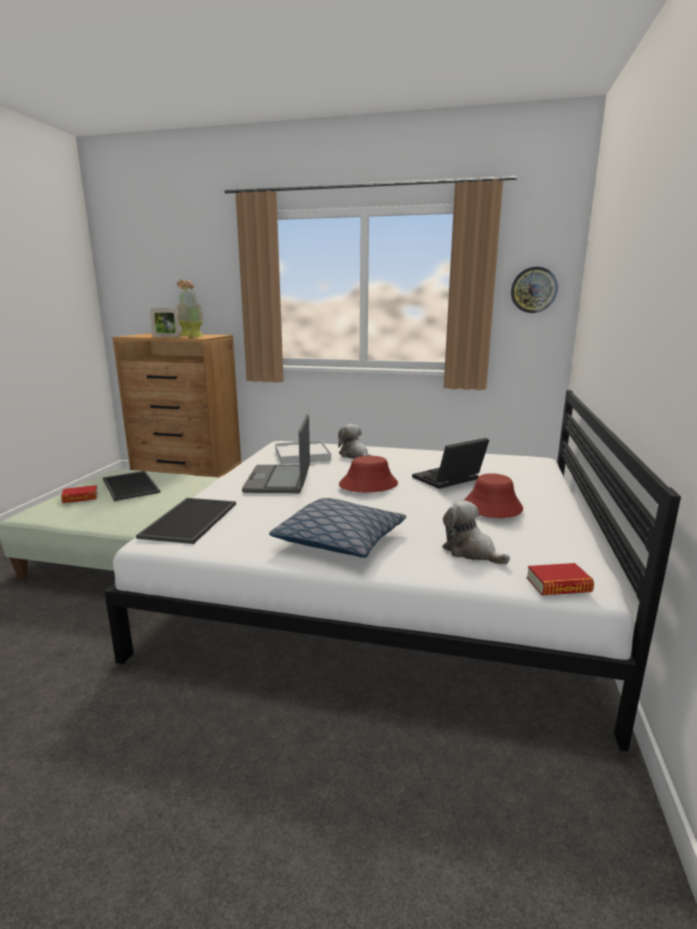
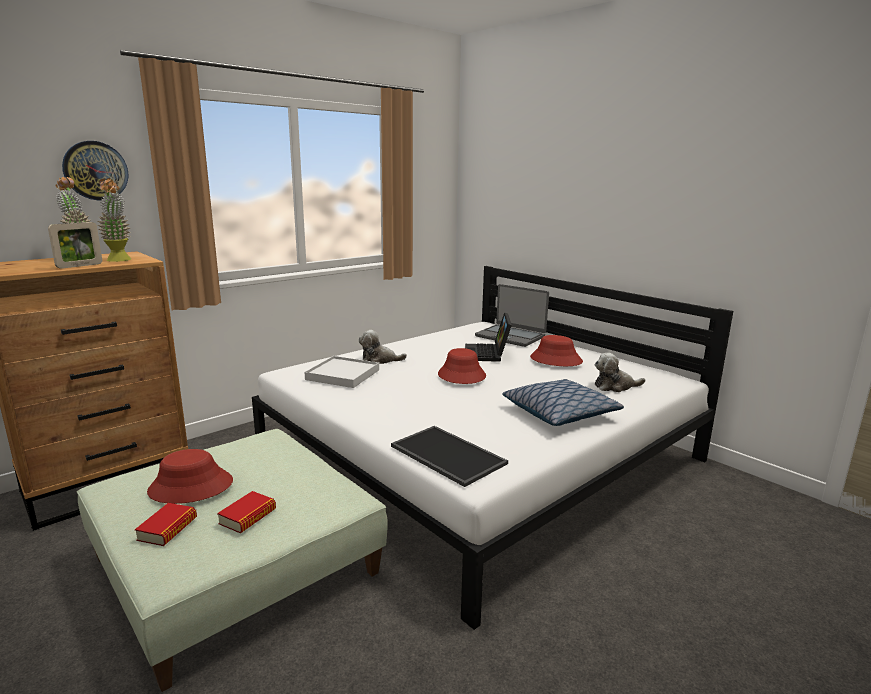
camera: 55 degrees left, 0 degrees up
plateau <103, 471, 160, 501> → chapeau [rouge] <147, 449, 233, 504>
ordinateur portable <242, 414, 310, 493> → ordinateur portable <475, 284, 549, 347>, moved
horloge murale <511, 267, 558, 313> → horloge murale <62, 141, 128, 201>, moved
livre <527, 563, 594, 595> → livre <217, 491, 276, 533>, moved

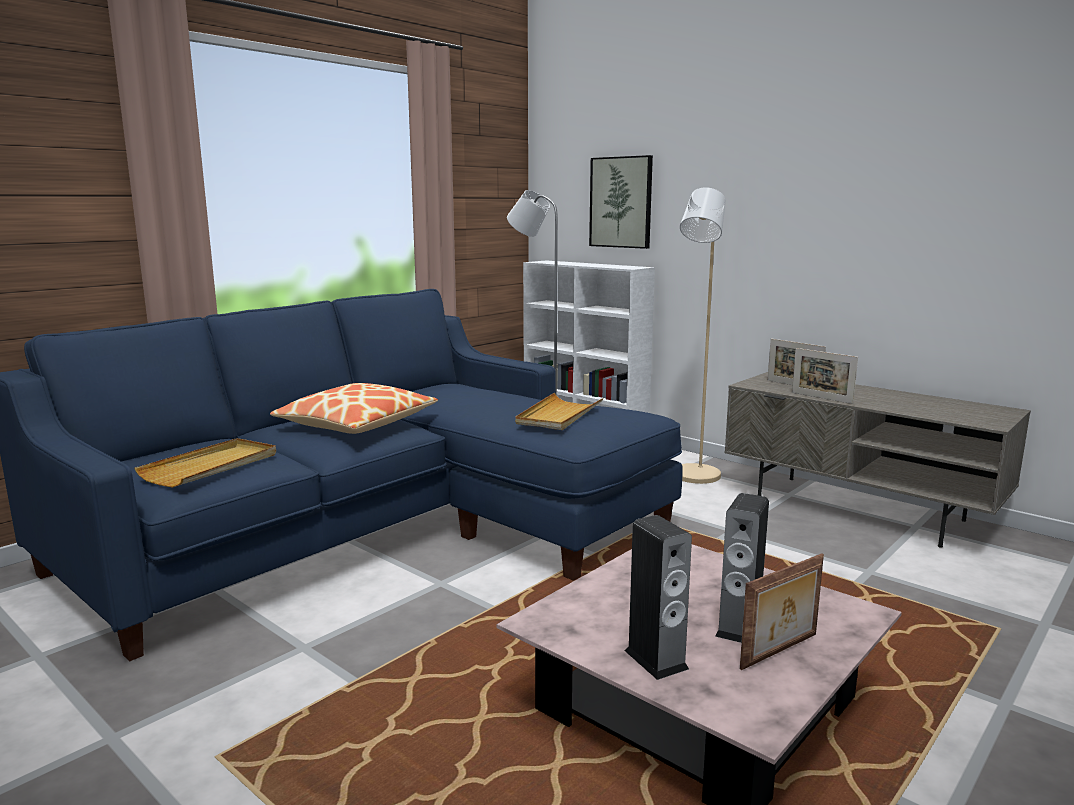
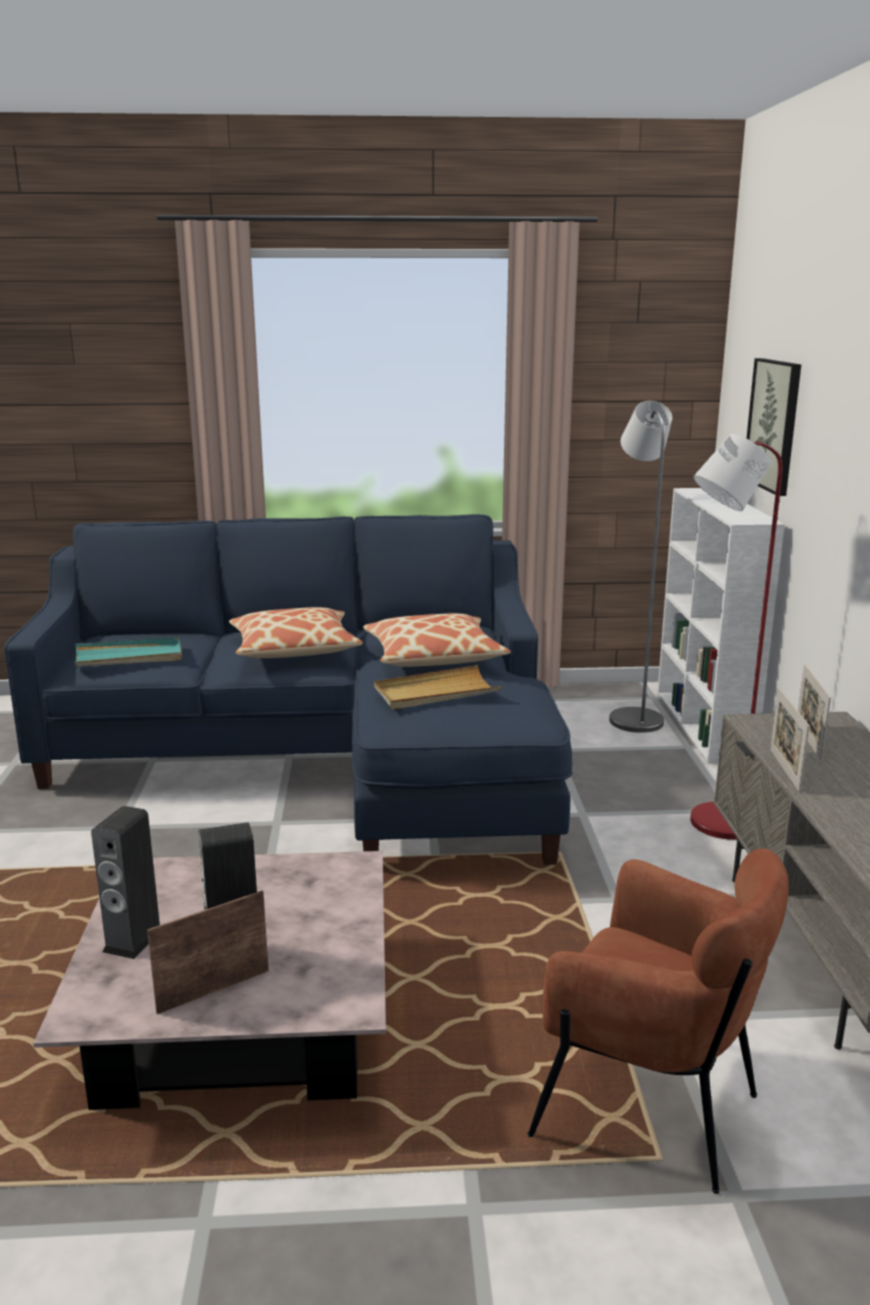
camera: 45 degrees right, 5 degrees up
plateau [beige] <134, 438, 276, 488> → plateau [turquoise] <74, 637, 182, 667>
lampadaire [beige] <680, 187, 726, 484> → lampadaire [rouge] <690, 434, 782, 840>
cadre photo <740, 553, 824, 670> → cadre photo <147, 890, 269, 1014>, 135 degrees clockwise
- → coussin <363, 613, 511, 667>
- → fauteuil [marron] <527, 848, 789, 1194>

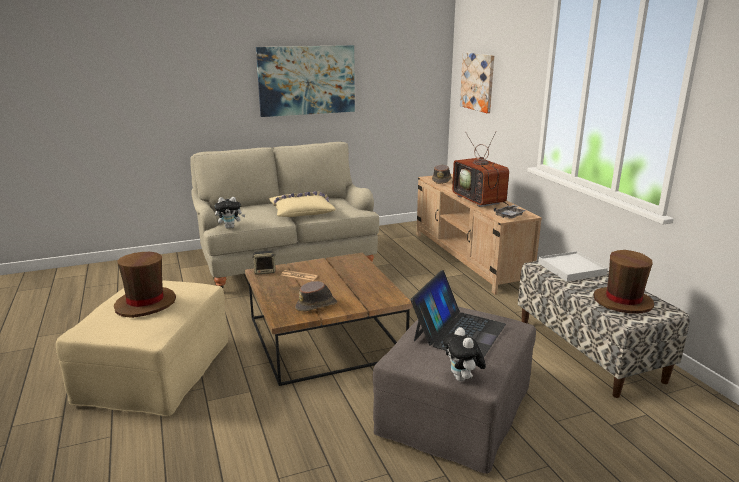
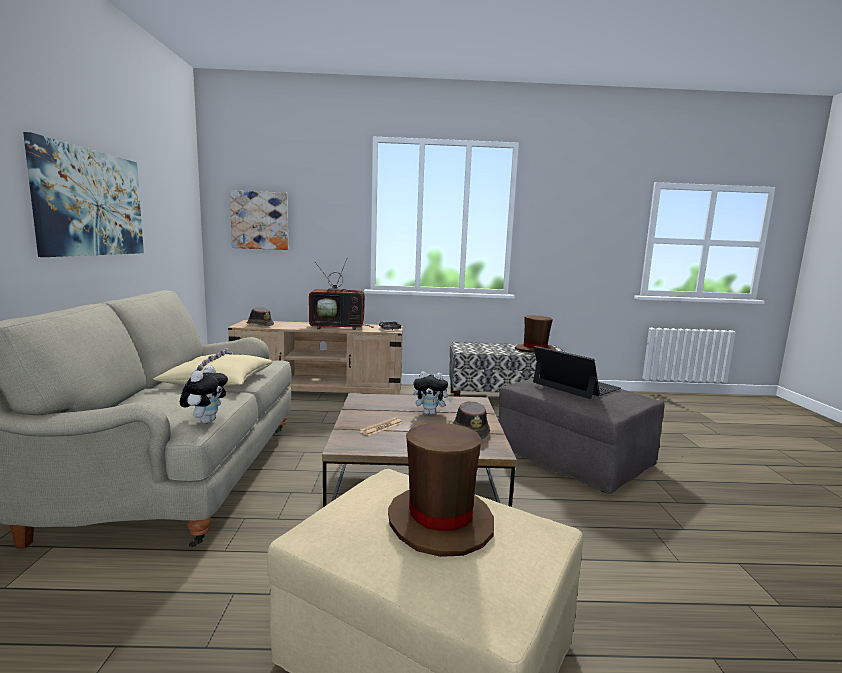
camera: 70 degrees left, 10 degrees down
enceinte <252, 251, 276, 275> → -
peluche <443, 327, 486, 382> → peluche <413, 371, 452, 415>, moved
plateau [blanc] <538, 251, 608, 282> → -

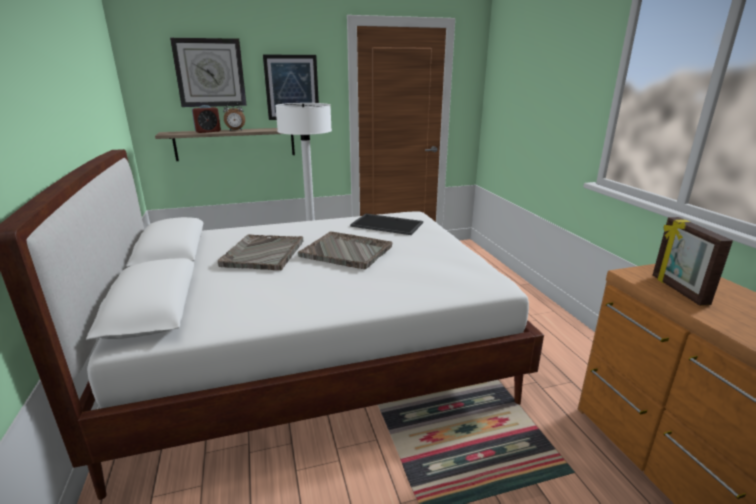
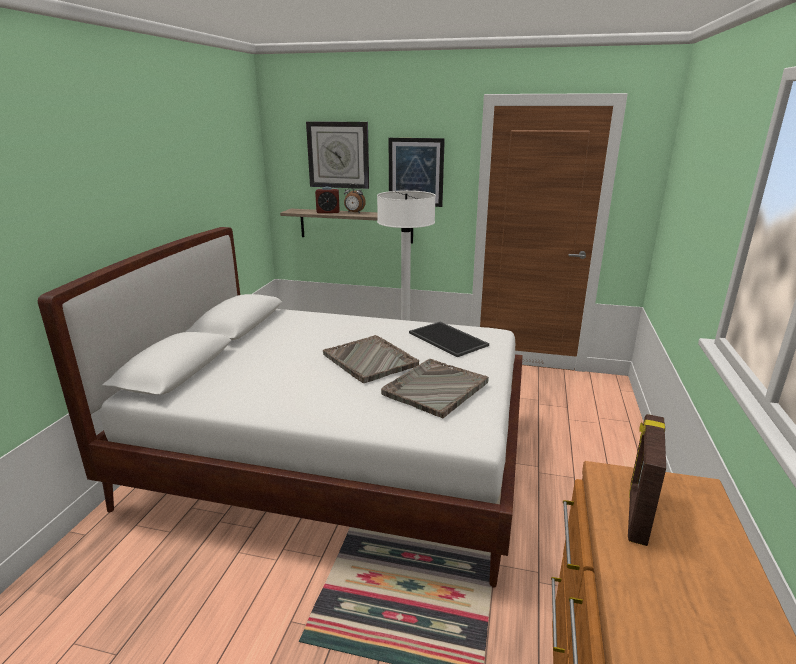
camera: 30 degrees right, 0 degrees up
plateau [gris] <218, 234, 303, 271> → plateau [gris] <381, 359, 489, 419>, moved

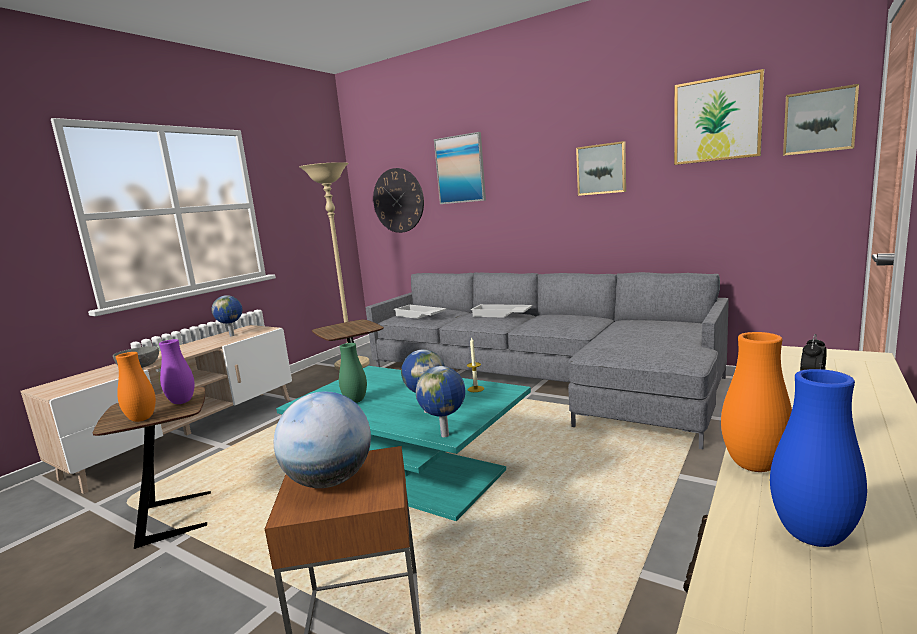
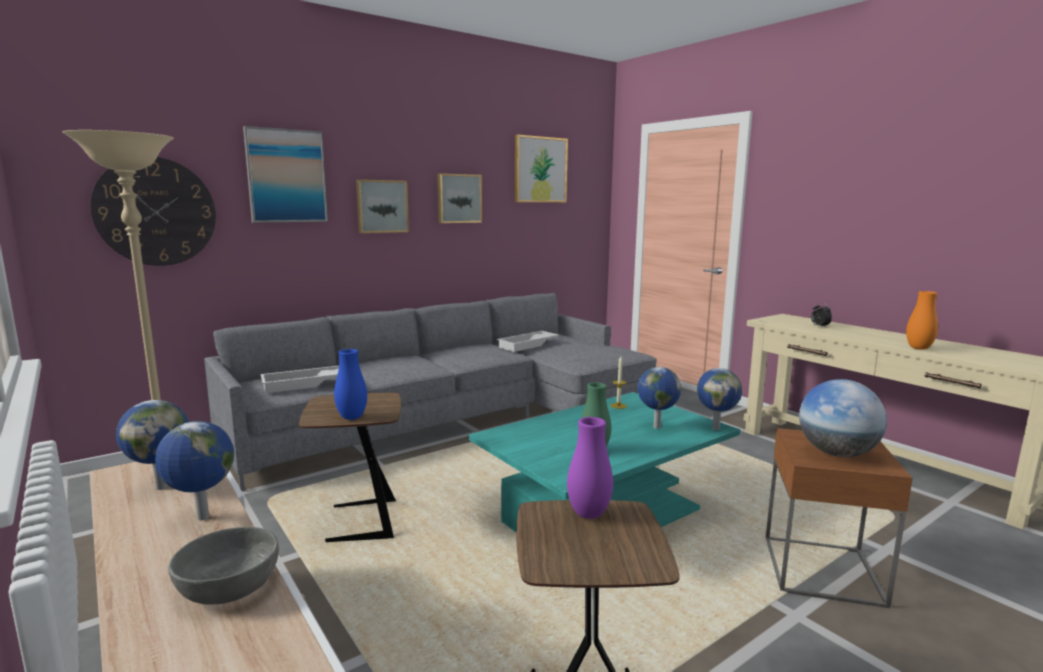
camera: 70 degrees left, 0 degrees up
vase [orange] <116, 352, 156, 422> → -
plateau [blanc] <471, 304, 532, 318> → plateau [blanc] <497, 331, 558, 352>, moved
vase [bleu] <770, 369, 867, 547> → vase [bleu] <334, 349, 367, 420>, moved
tableau <783, 84, 859, 156> → tableau <356, 179, 409, 233>, moved
- → globe <155, 421, 234, 520>

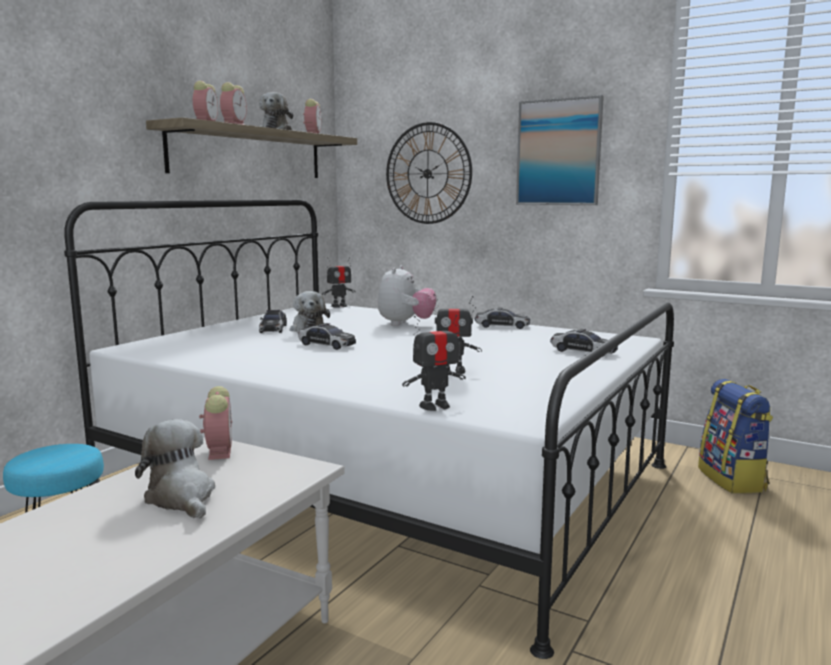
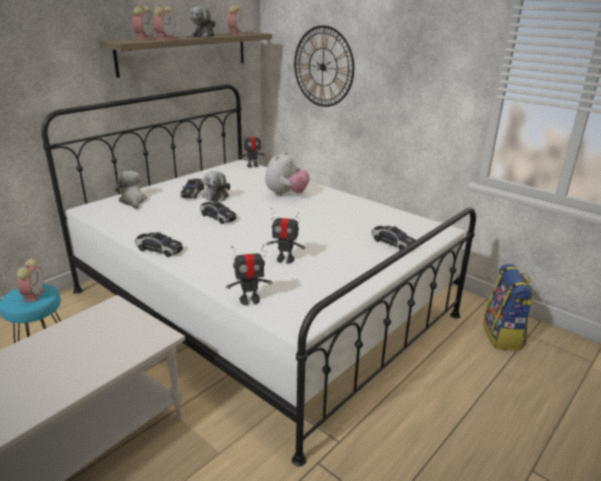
camera: 10 degrees right, 15 degrees up
peluche <135, 419, 215, 518> → peluche <115, 171, 147, 209>, moved
réveil <199, 386, 232, 460> → réveil <17, 259, 45, 302>, moved
petite voiture <475, 307, 530, 329> → petite voiture <135, 232, 183, 257>, moved
tableau <516, 95, 604, 205> → -

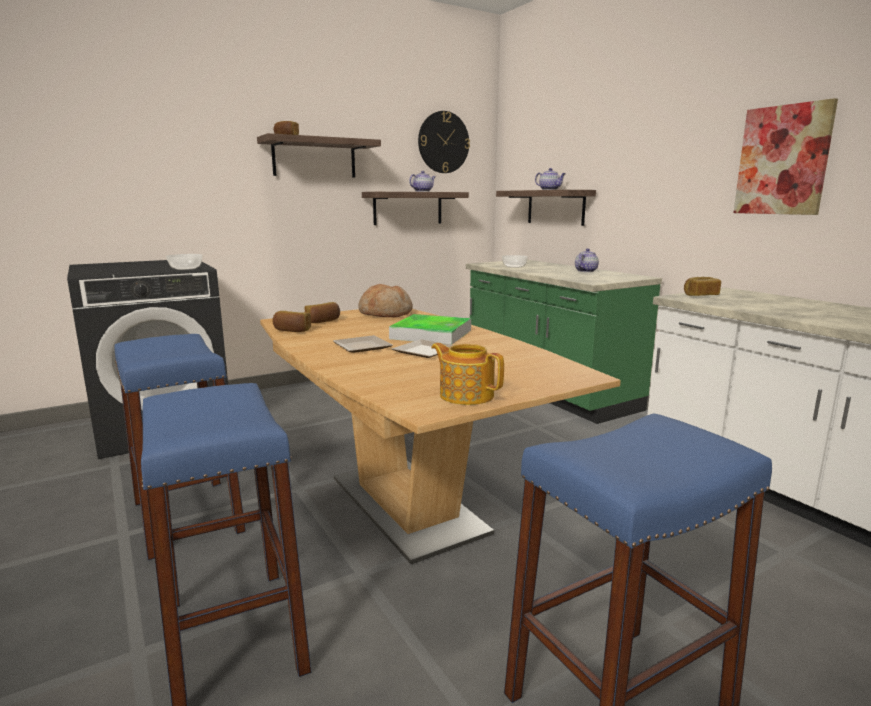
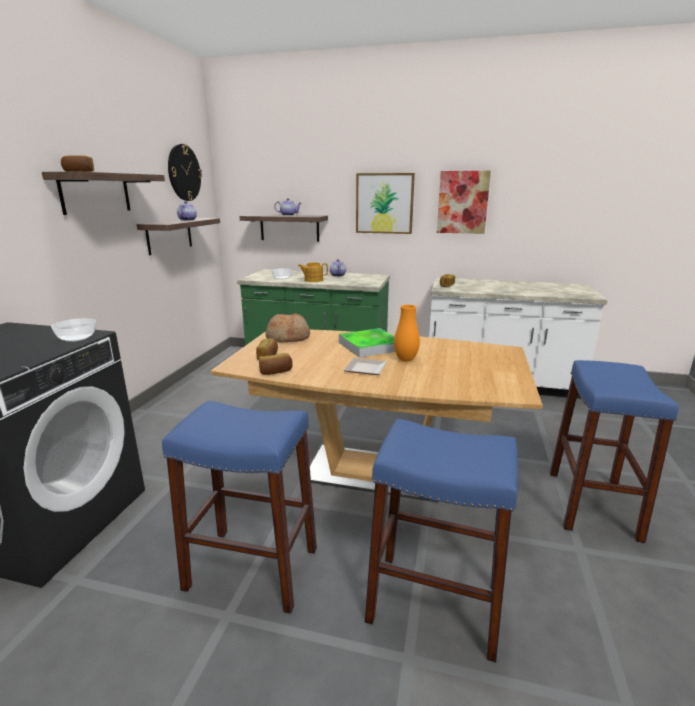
camera: 45 degrees left, 5 degrees up
assiette <392, 339, 454, 358> → vase [orange] <394, 305, 420, 361>
théière <431, 343, 504, 405> → théière <298, 262, 328, 282>, moved
- → tableau <356, 173, 415, 234>

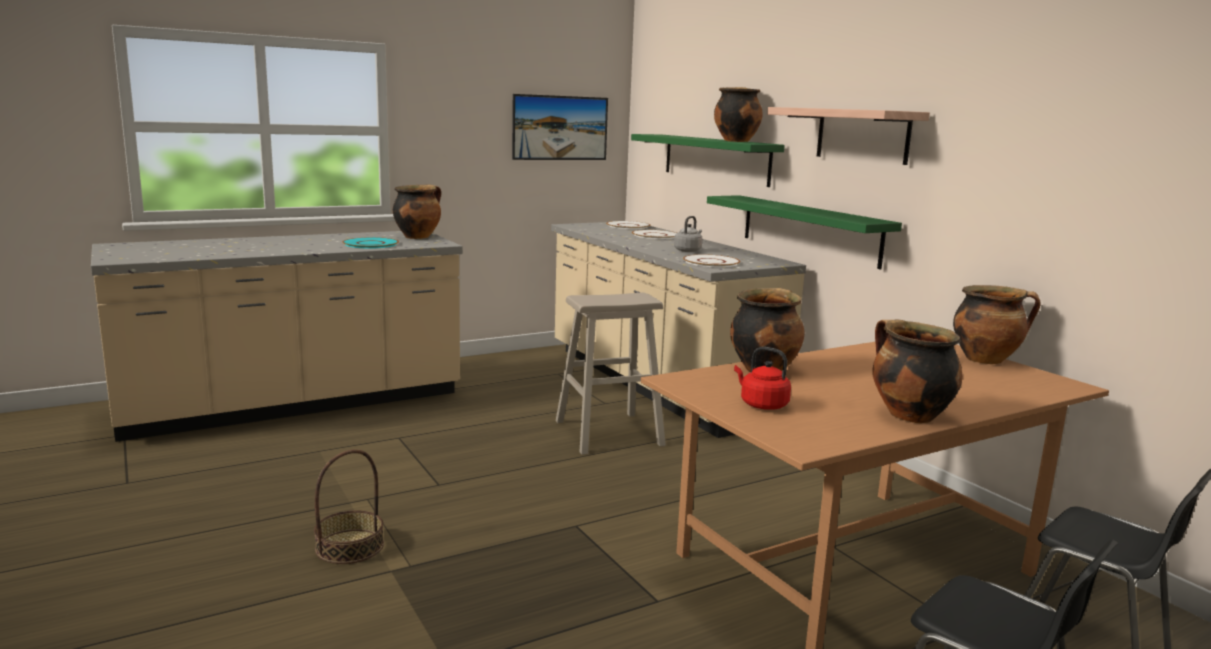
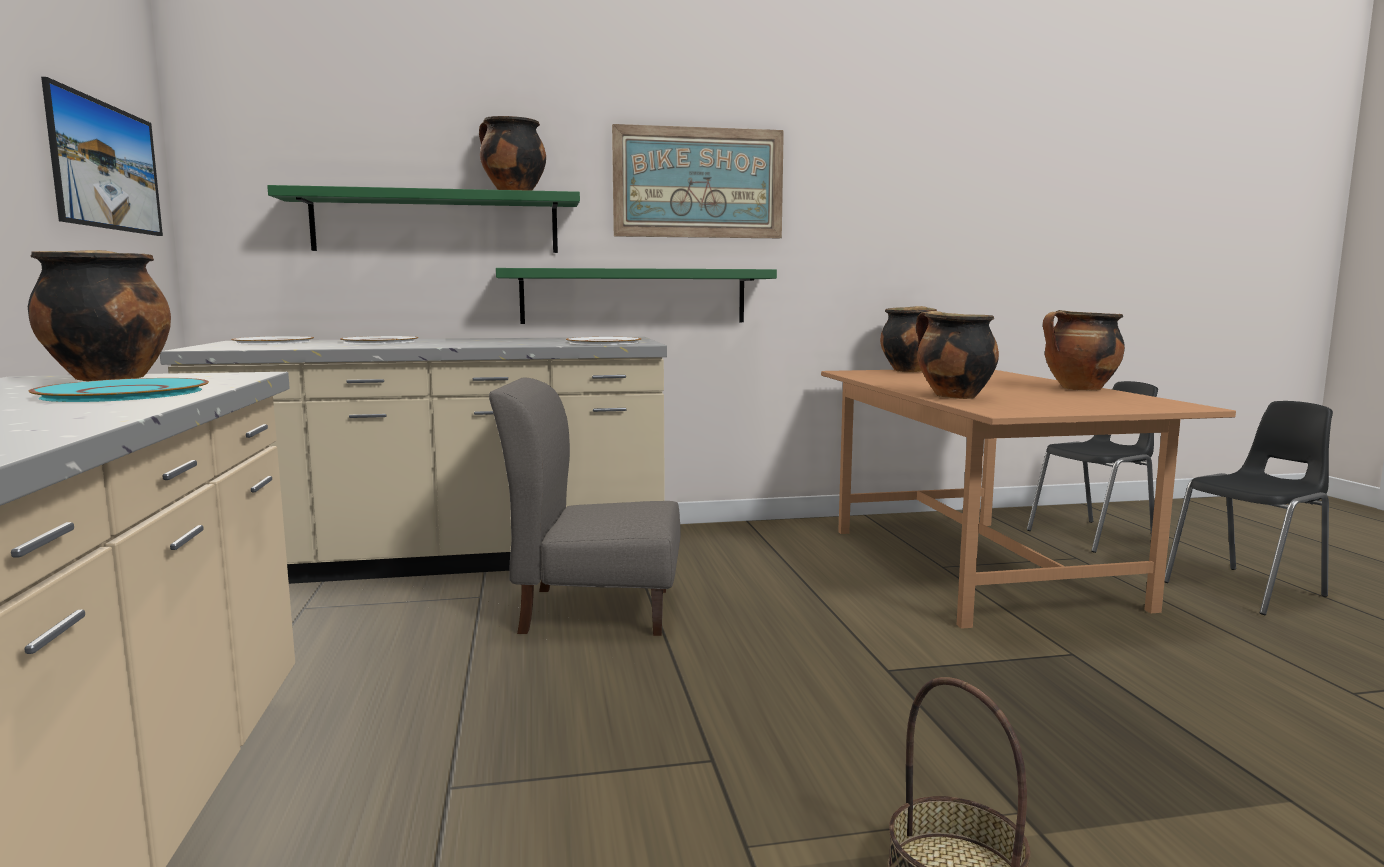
camera: 70 degrees left, 5 degrees down
tabouret [beige] <556, 293, 666, 455> → chaise [gris] <489, 377, 681, 636>
bouilloire [gris] <674, 216, 702, 252> → -
bouilloire [rouge] <734, 347, 791, 410> → -
étagère <767, 107, 930, 165> → tableau <612, 124, 784, 238>

